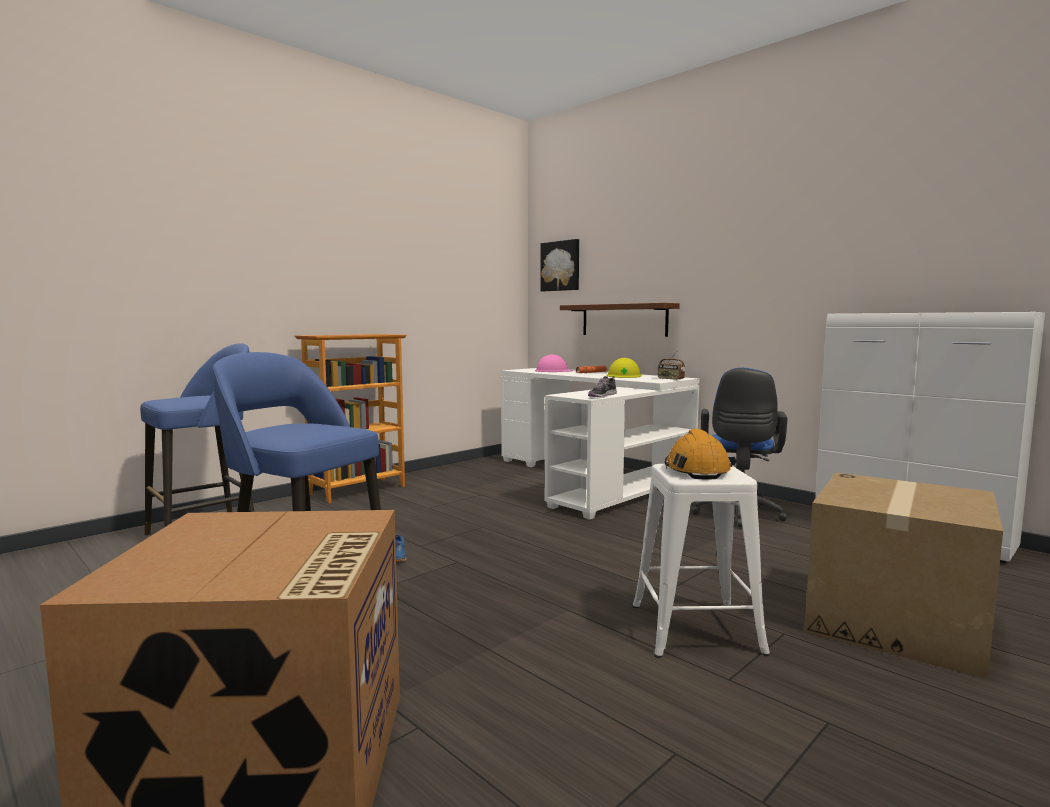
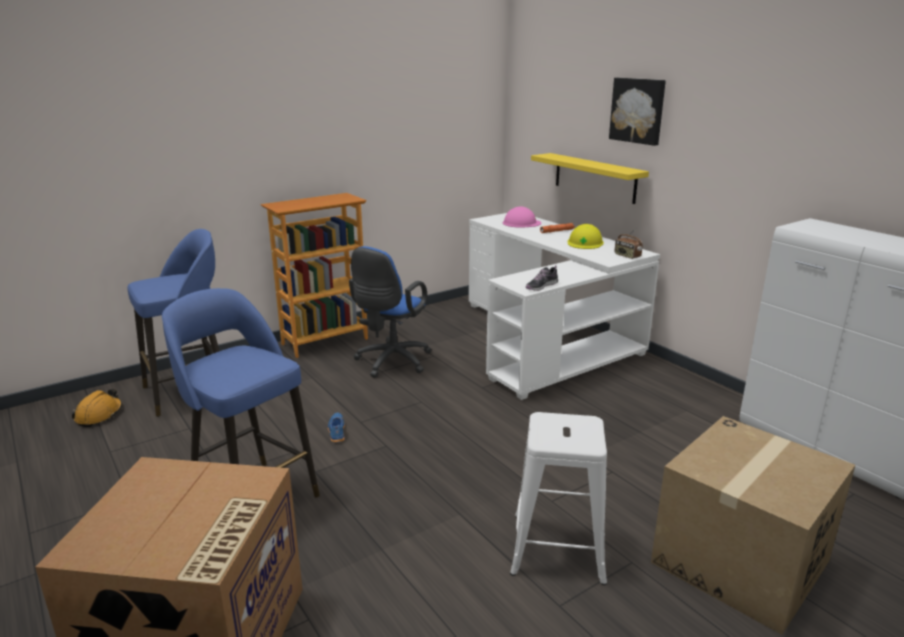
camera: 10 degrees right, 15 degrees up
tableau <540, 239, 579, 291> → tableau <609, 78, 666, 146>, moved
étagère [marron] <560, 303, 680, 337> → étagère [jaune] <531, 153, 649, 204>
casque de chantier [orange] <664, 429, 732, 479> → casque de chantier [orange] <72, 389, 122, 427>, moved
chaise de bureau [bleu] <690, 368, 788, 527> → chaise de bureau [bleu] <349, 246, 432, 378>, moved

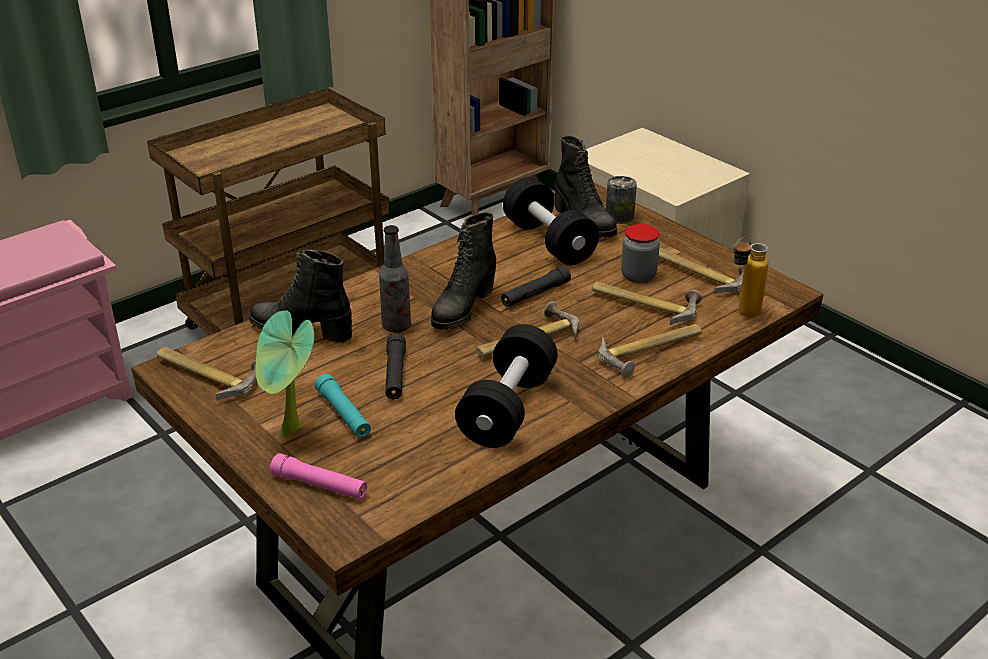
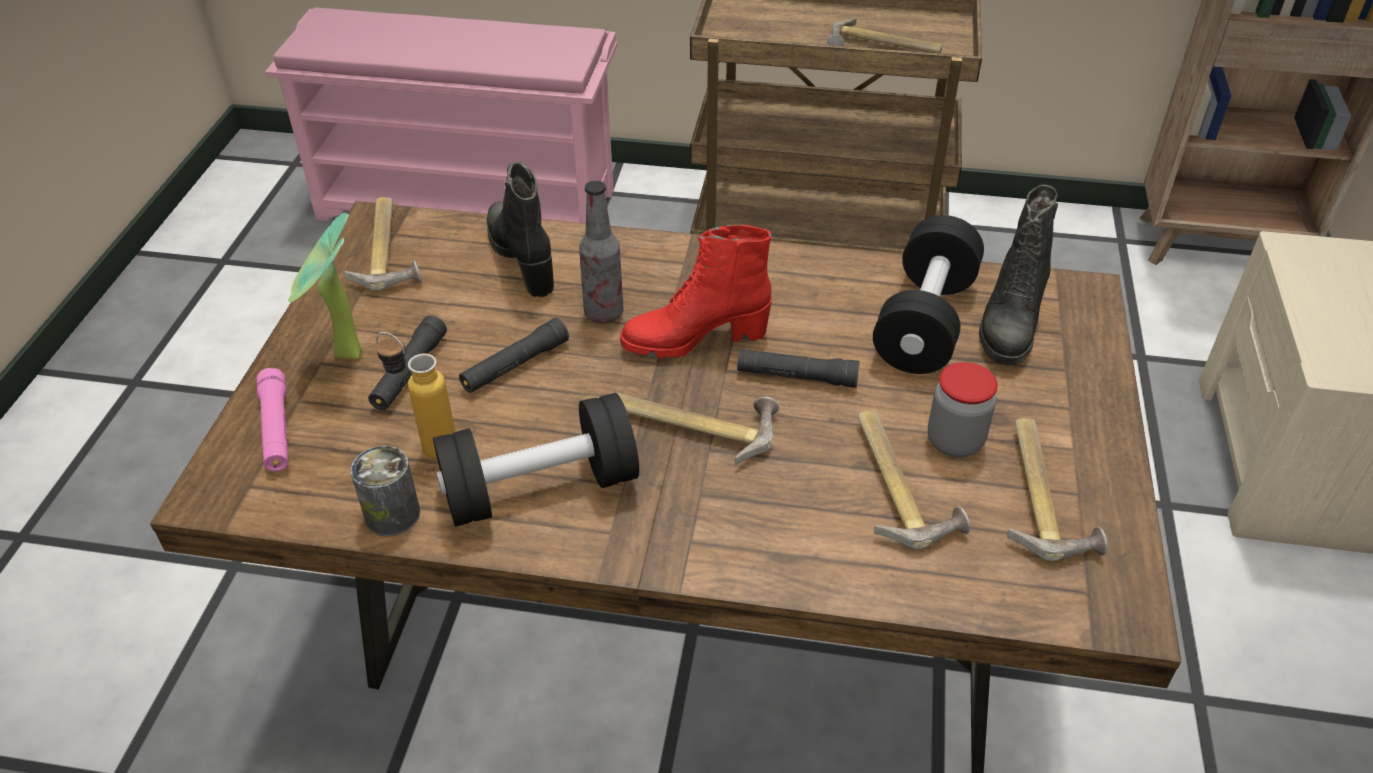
camera: 50 degrees right, 10 degrees up
lampe de poche [turquoise] <315, 374, 371, 438> → lampe de poche [noir] <368, 315, 447, 410>
botte [noir] <431, 212, 496, 330> → botte [rouge] <620, 224, 772, 359>
marteau <598, 324, 702, 378> → marteau <827, 17, 942, 53>, moved
boîte métallique <606, 176, 637, 224> → boîte métallique <351, 446, 420, 536>, moved
bouteille <733, 237, 769, 318> → bouteille <376, 332, 456, 460>, moved

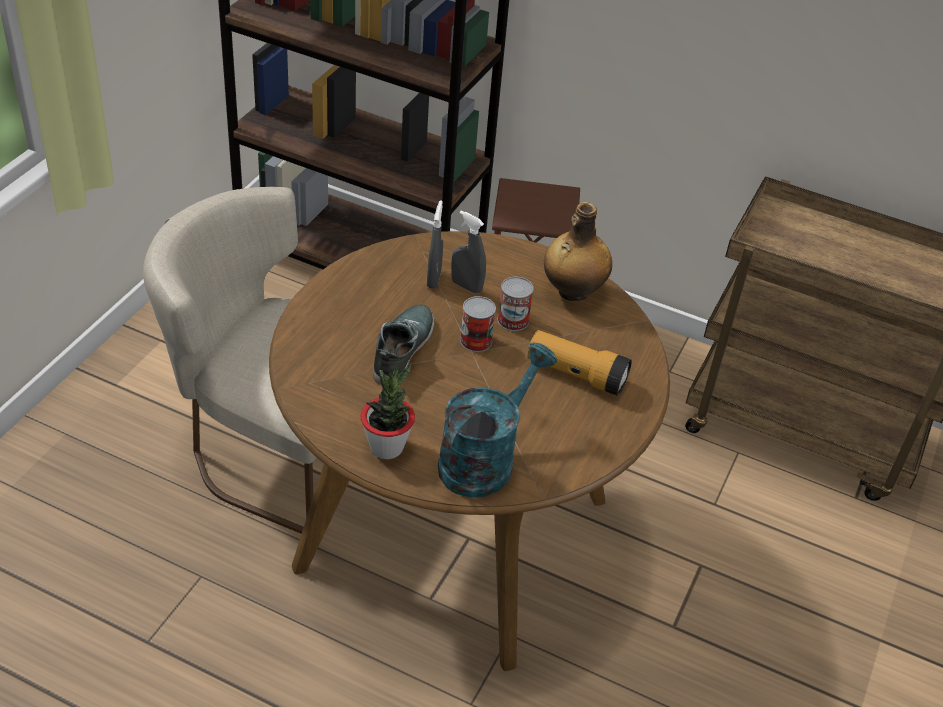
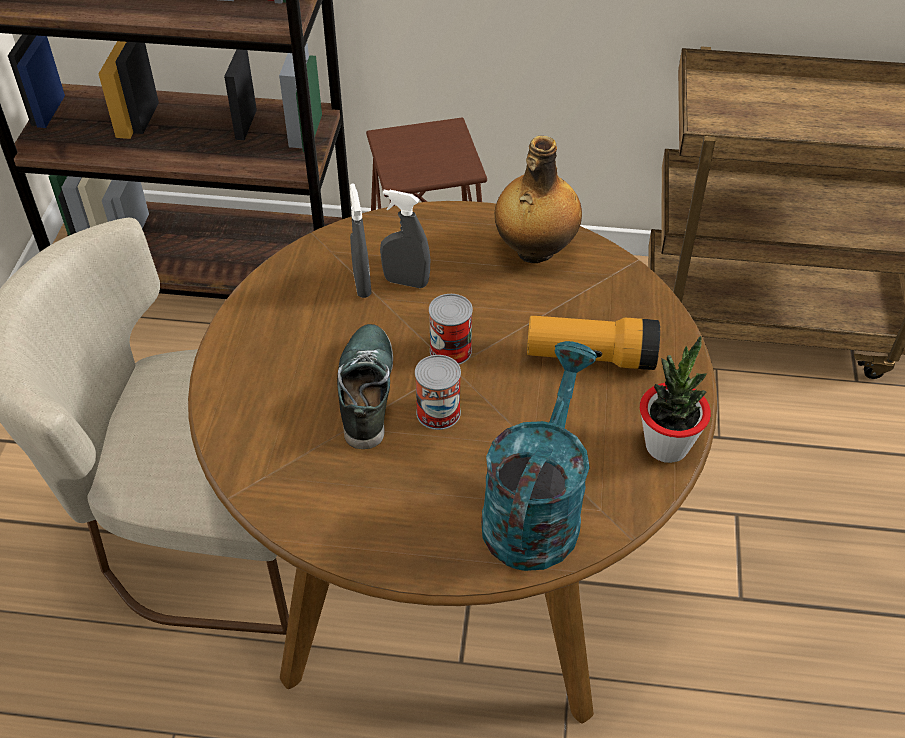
camera: 15 degrees left, 5 degrees up
plante en pot <360, 363, 415, 459> → plante en pot <640, 336, 711, 463>, moved
boîte métallique <497, 277, 534, 331> → boîte métallique <415, 355, 461, 430>, moved

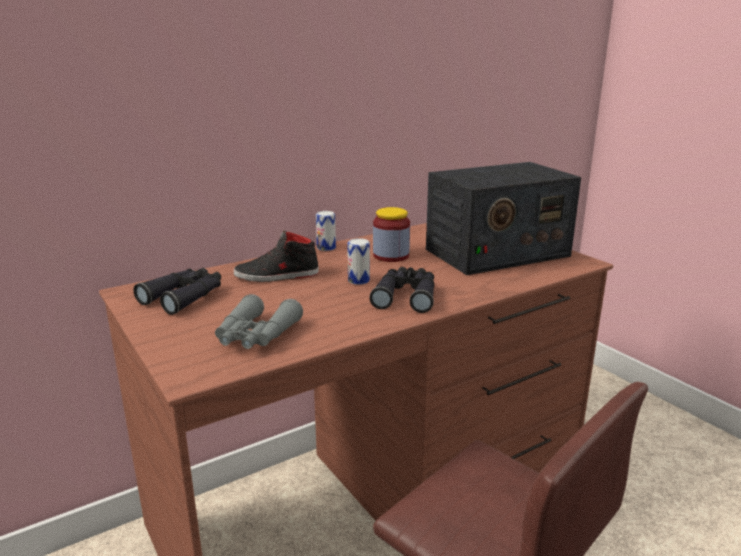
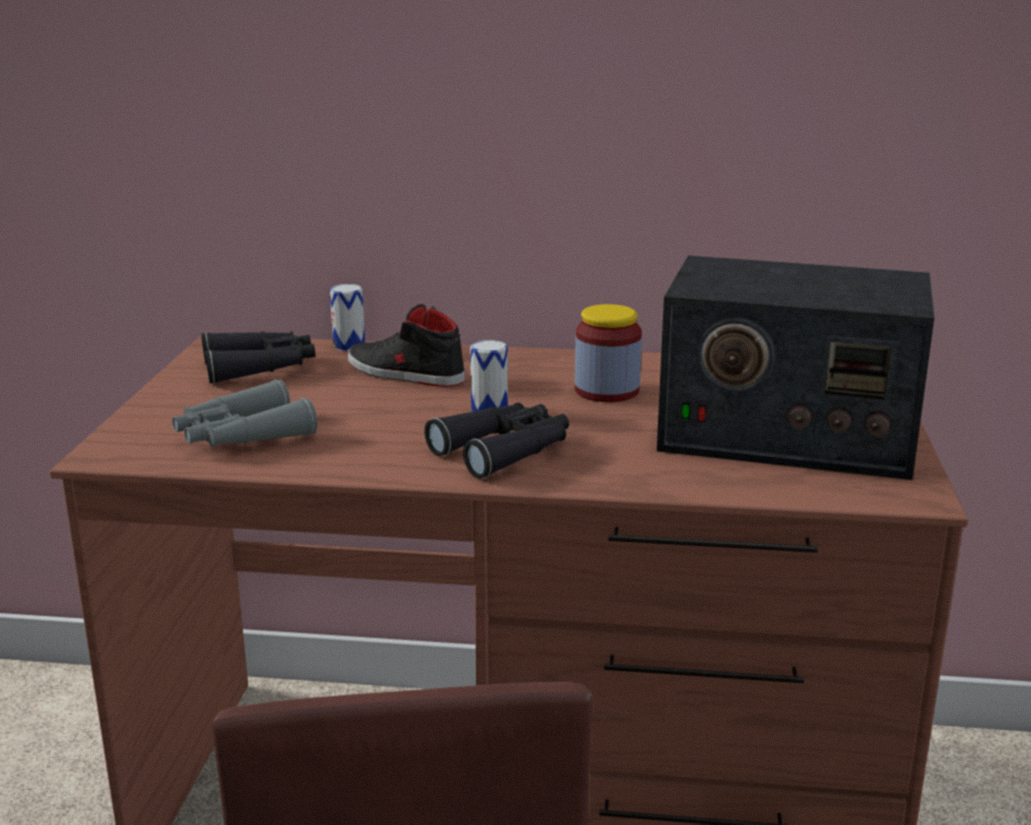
camera: 40 degrees right, 0 degrees up
boîte métallique <316, 211, 336, 251> → boîte métallique <330, 284, 365, 351>, moved

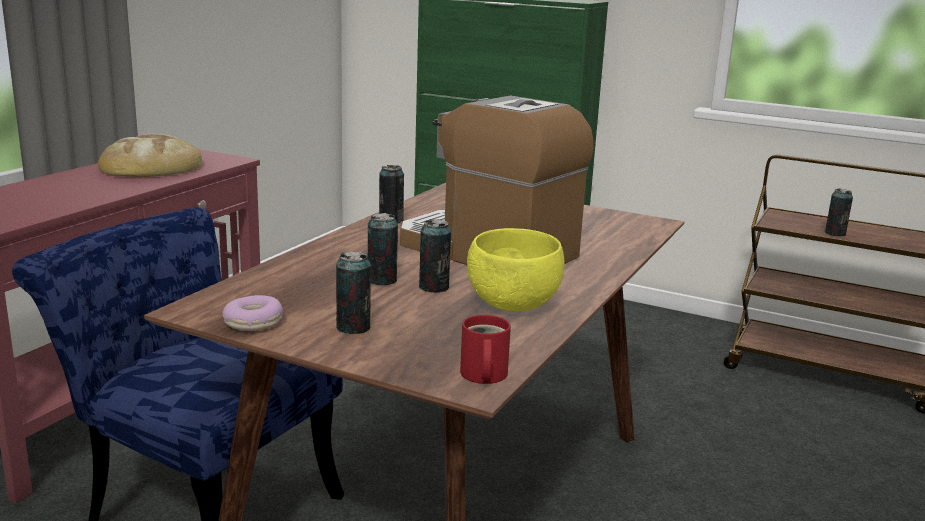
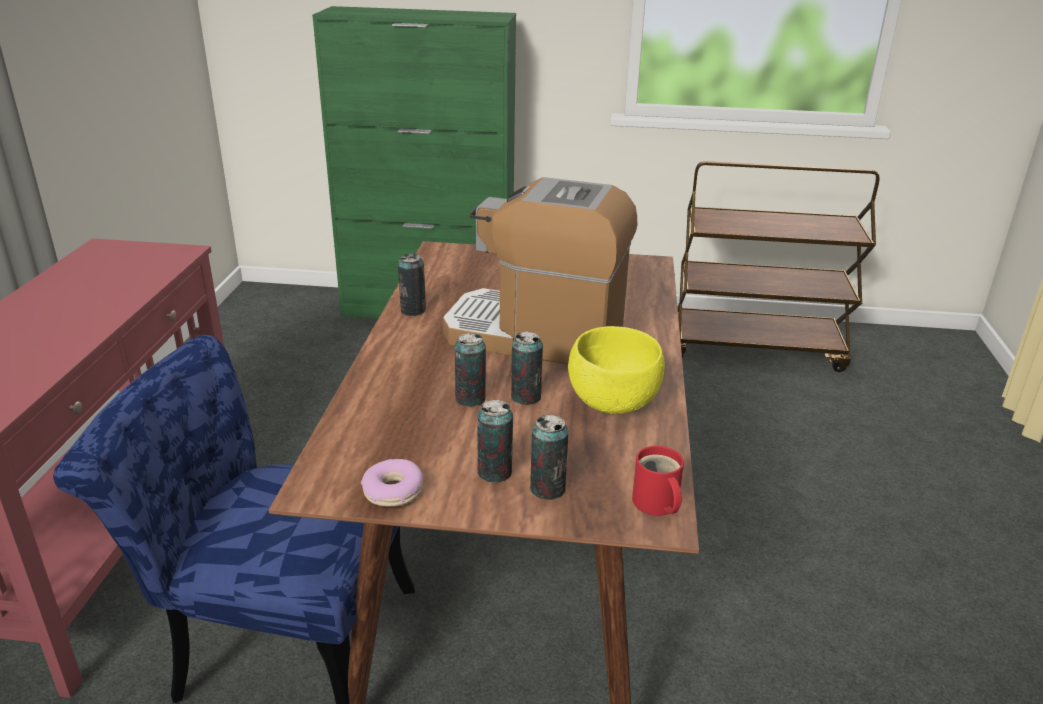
camera: 20 degrees left, 10 degrees up
pain <98, 134, 202, 177> → -
boîte métallique <825, 188, 853, 237> → boîte métallique <530, 415, 568, 500>, moved

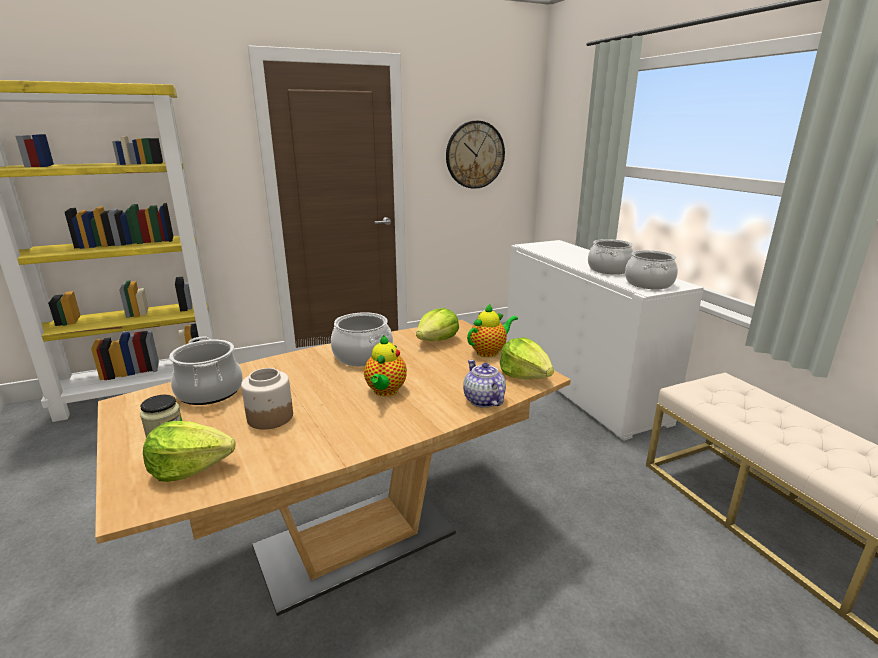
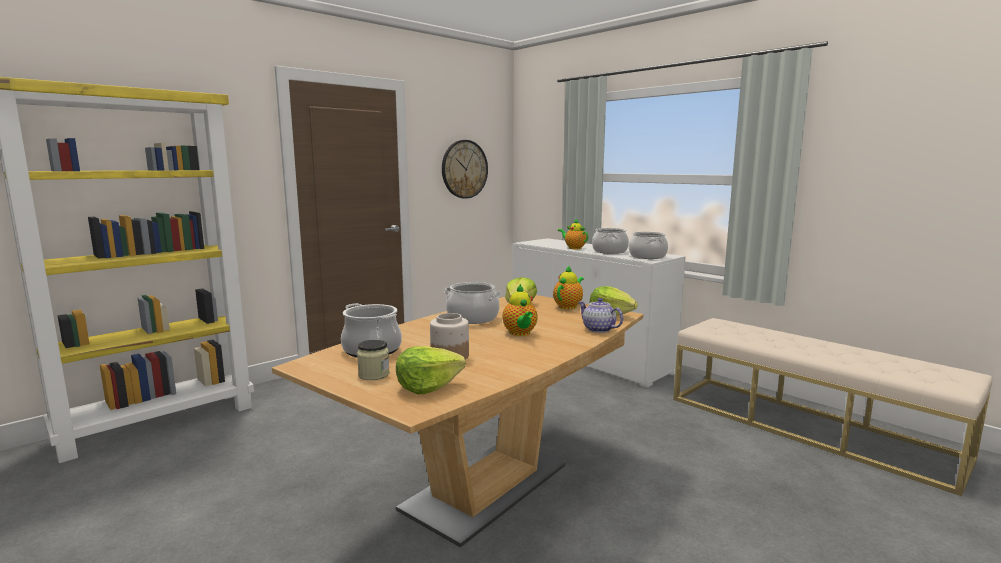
camera: 20 degrees left, 10 degrees down
- → théière <558, 219, 589, 249>

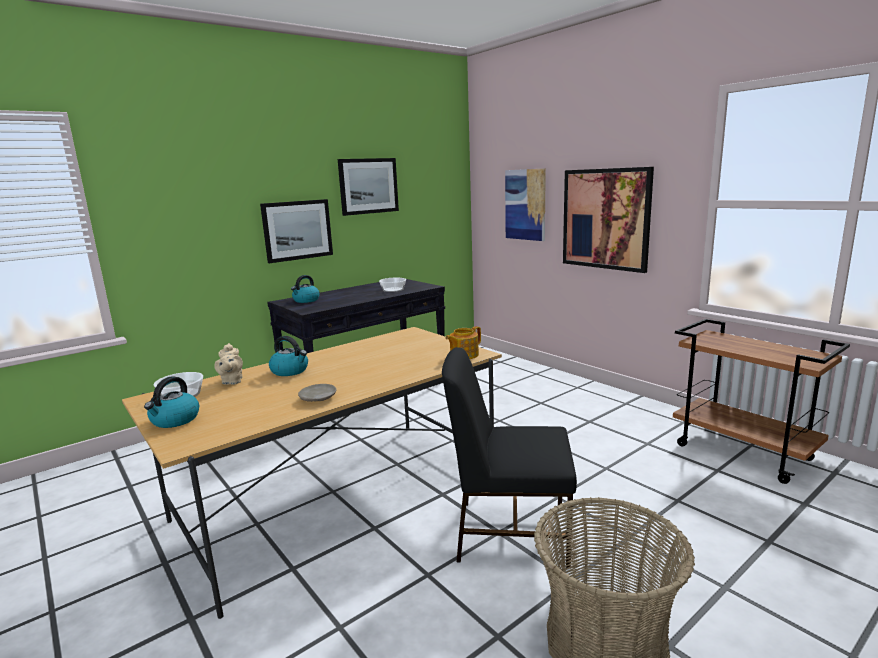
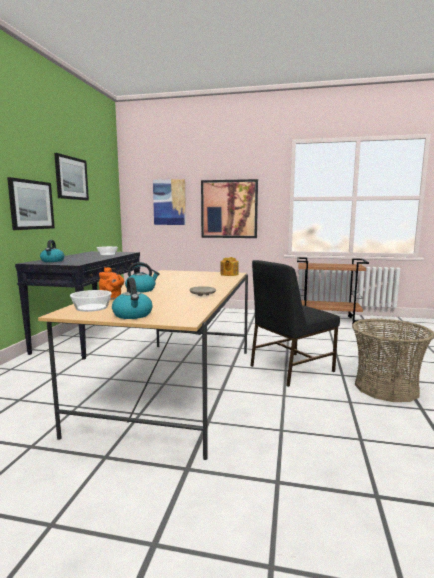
camera: 40 degrees left, 5 degrees down
théière [beige] <214, 343, 243, 384> → théière [orange] <99, 267, 124, 300>

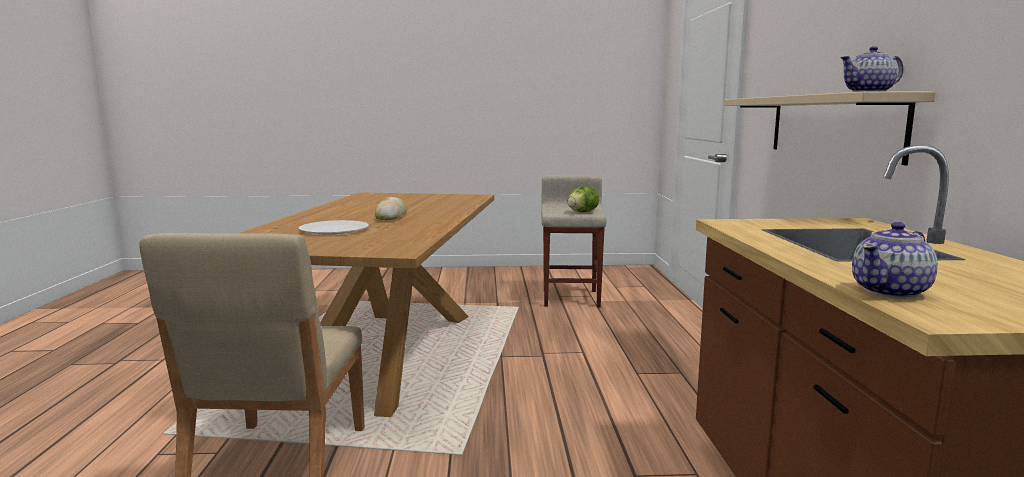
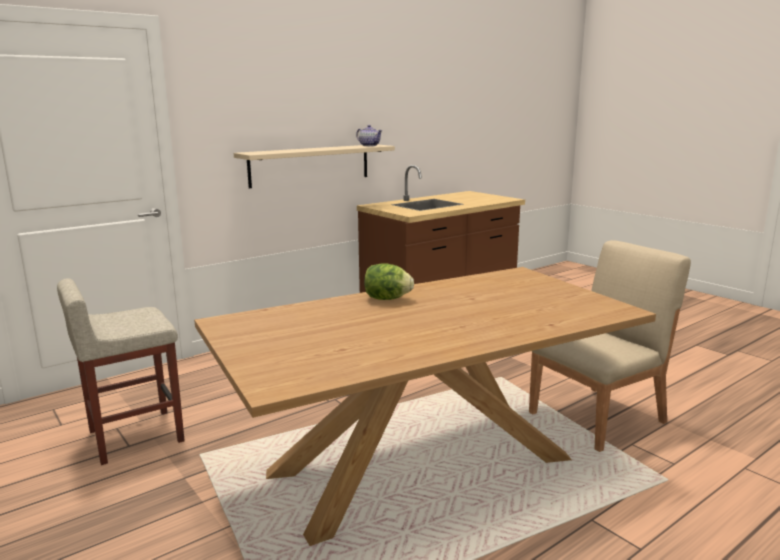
camera: 125 degrees left, 5 degrees up
assiette [blanc] <298, 220, 369, 234> → -
pain <375, 197, 407, 220> → -
laitue <568, 186, 599, 213> → laitue <364, 263, 414, 300>, moved
théière <852, 222, 938, 299> → -

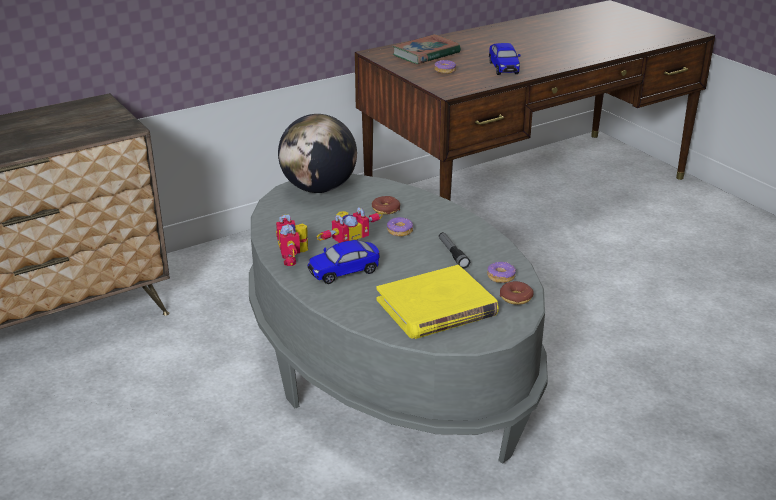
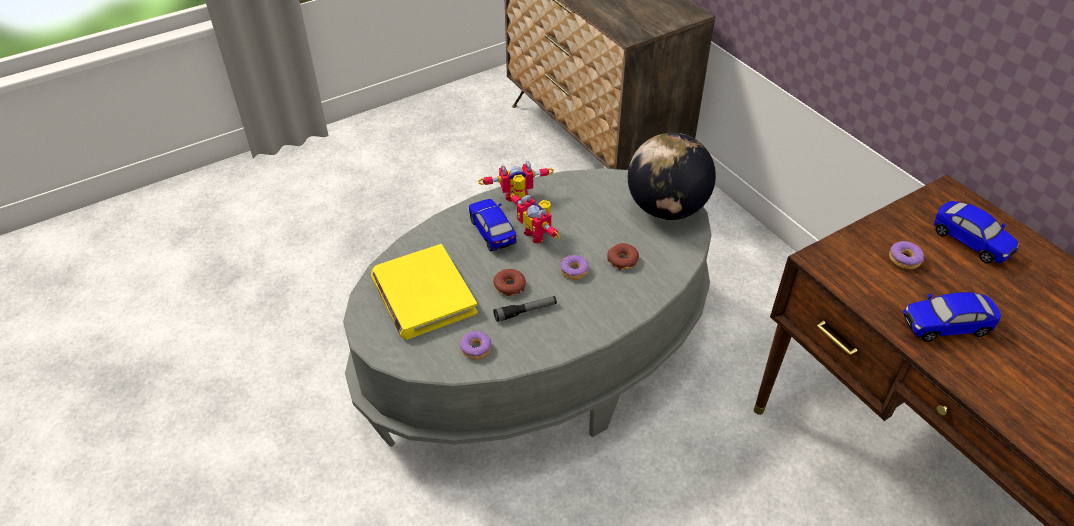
camera: 90 degrees right, 15 degrees up
livre <393, 34, 461, 64> → petite voiture <934, 201, 1018, 264>
beignet <500, 281, 534, 305> → beignet <493, 269, 526, 296>, moved

